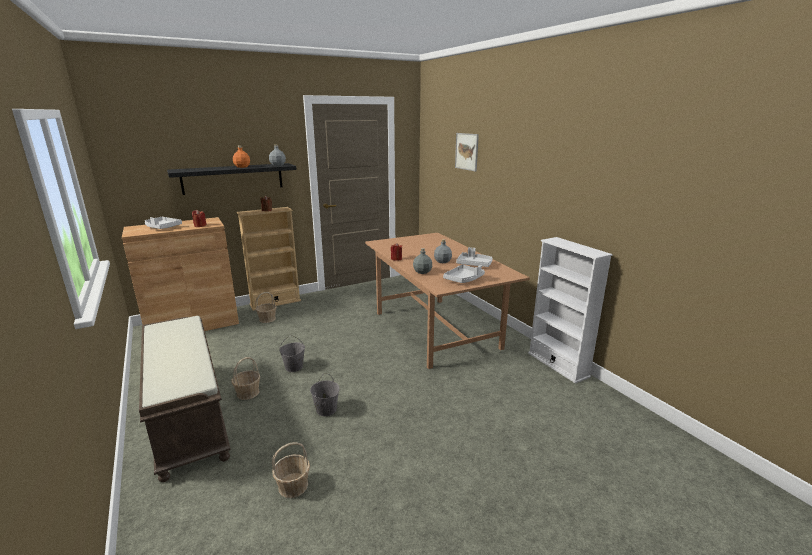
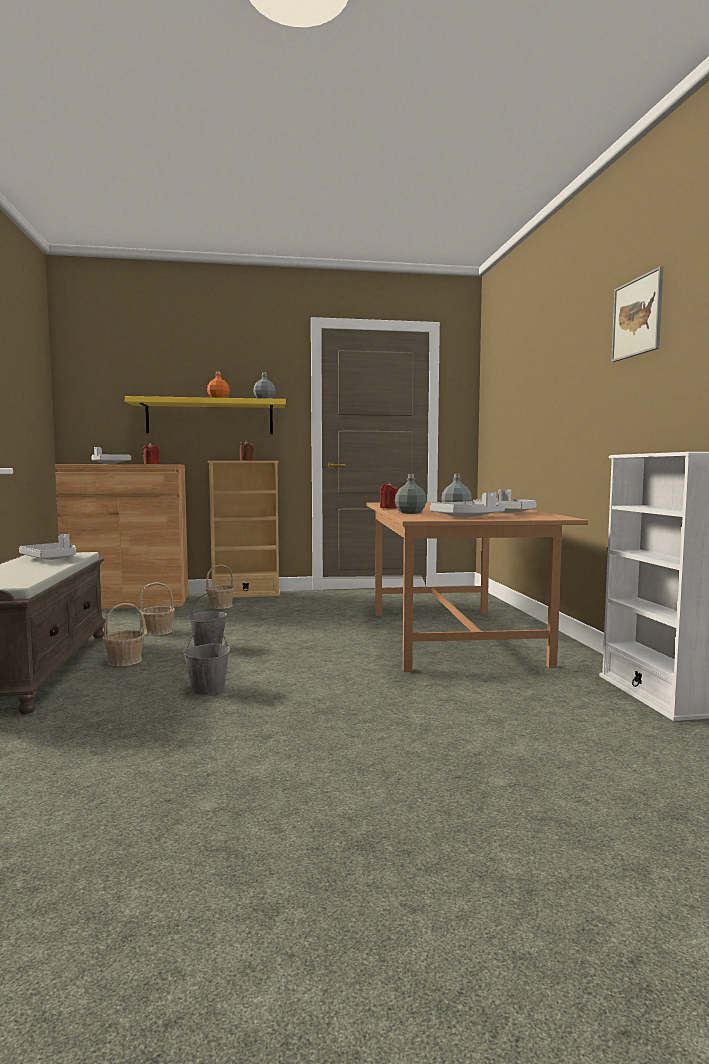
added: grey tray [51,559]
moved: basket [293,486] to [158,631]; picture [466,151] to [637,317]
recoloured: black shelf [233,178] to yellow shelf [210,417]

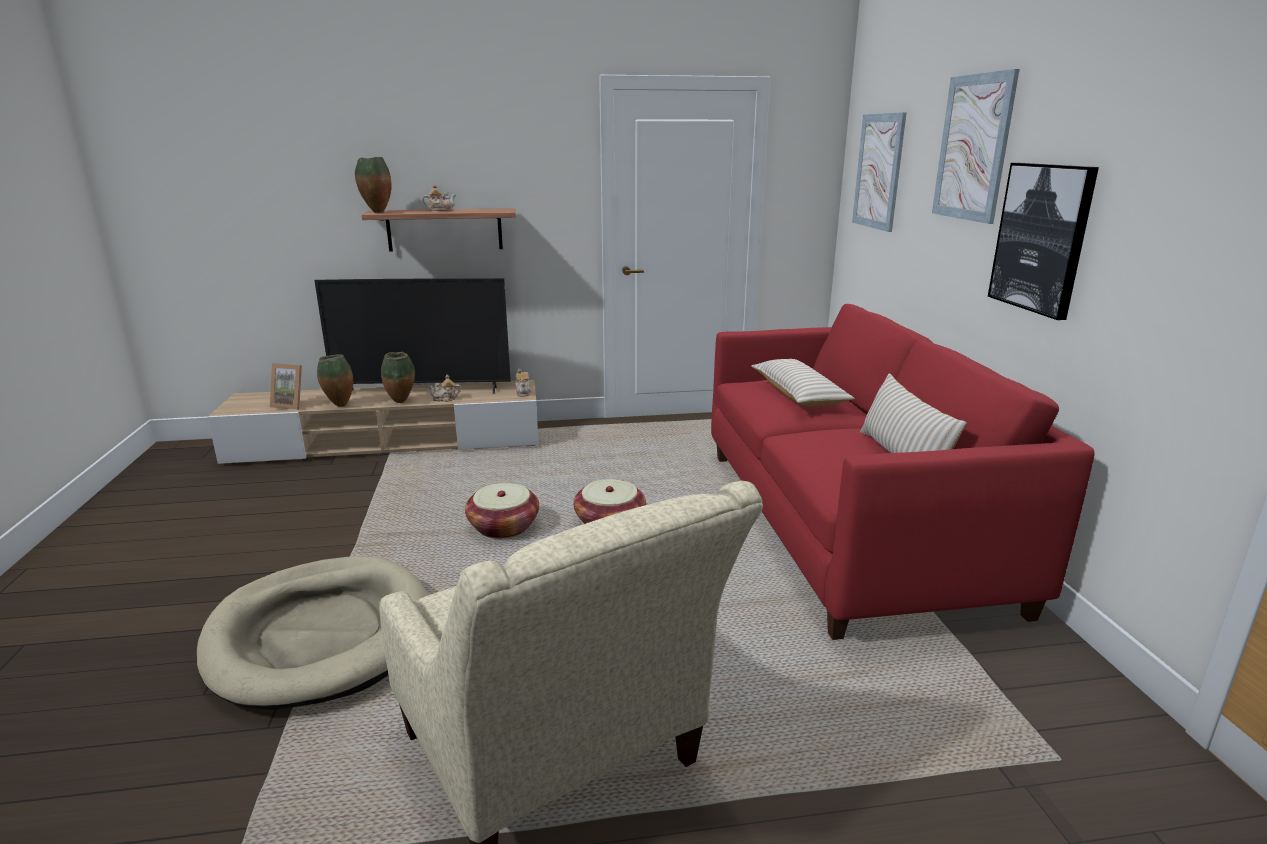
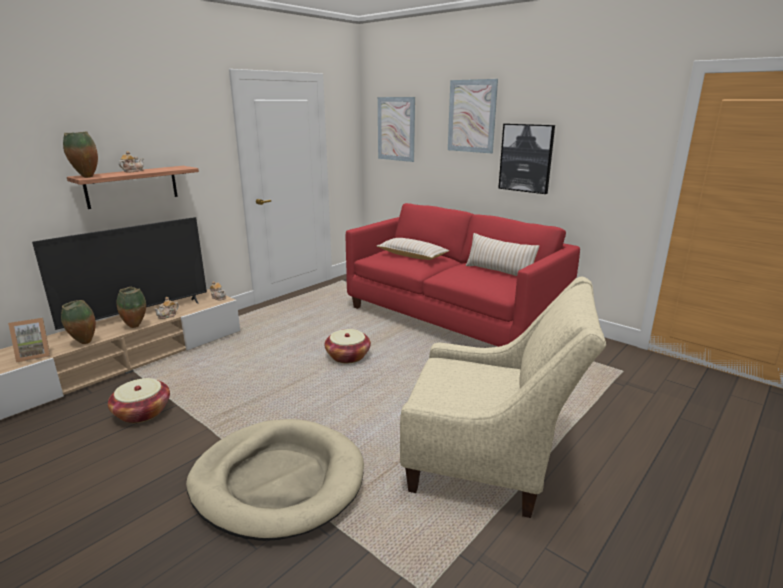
moved: basket [503,527] to [142,412]

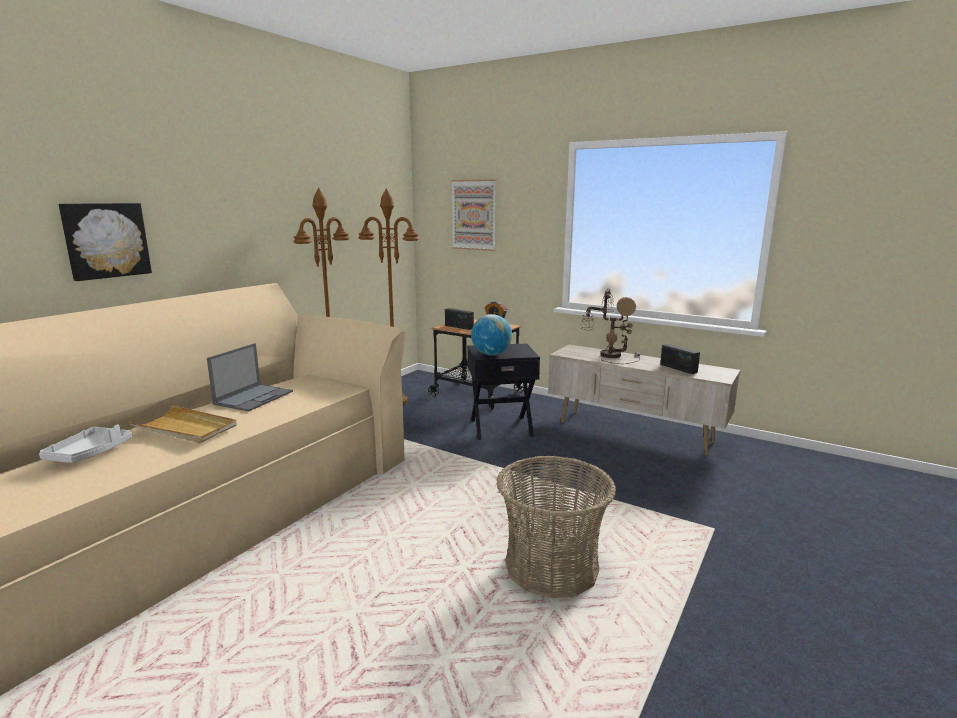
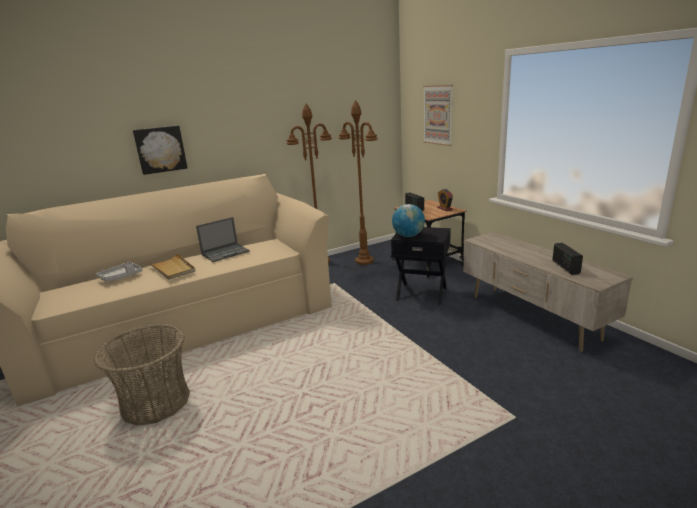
removed: table lamp [609,355]
moved: basket [551,567] to [155,402]

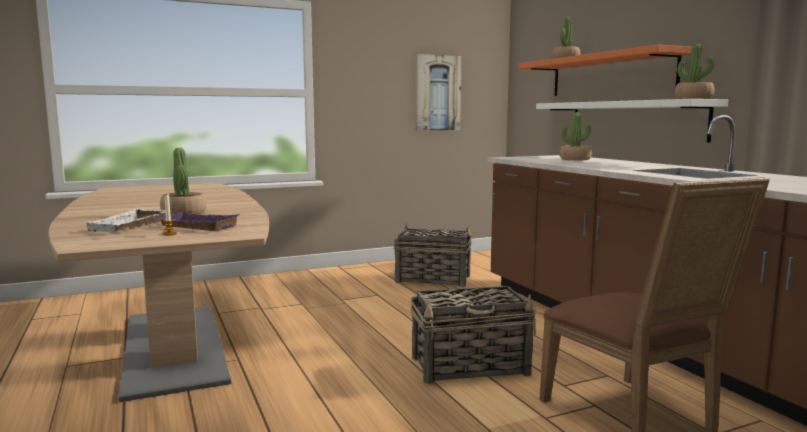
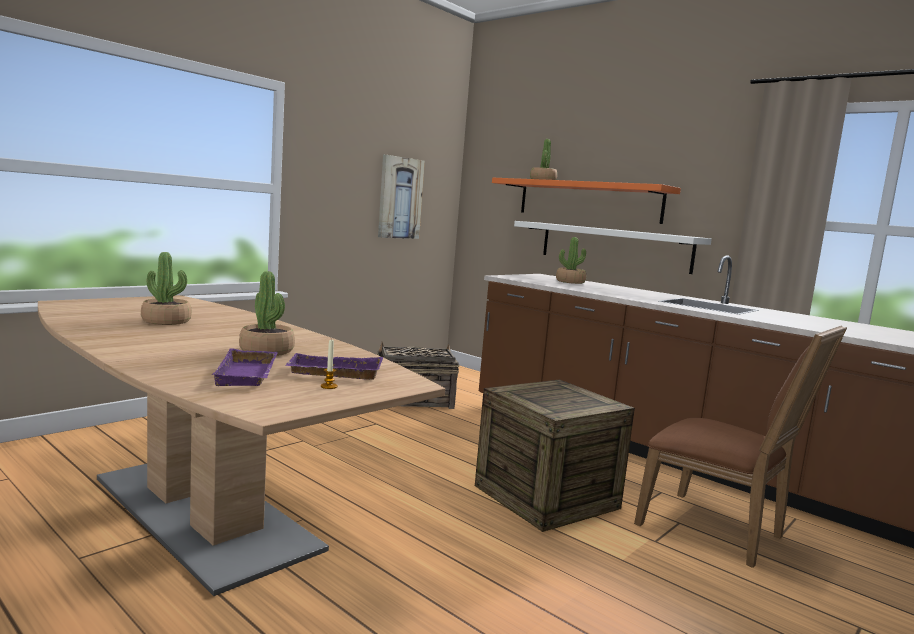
moved: potted plant [693,99] to [166,321]
replaced: basket [471,366] to crate [546,497]
recoloured: white tray [129,226] to purple tray [249,375]

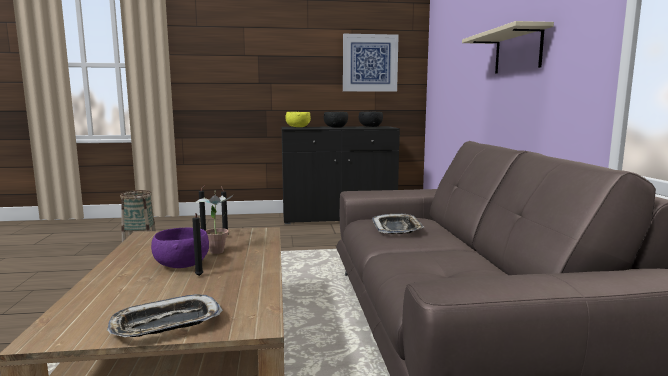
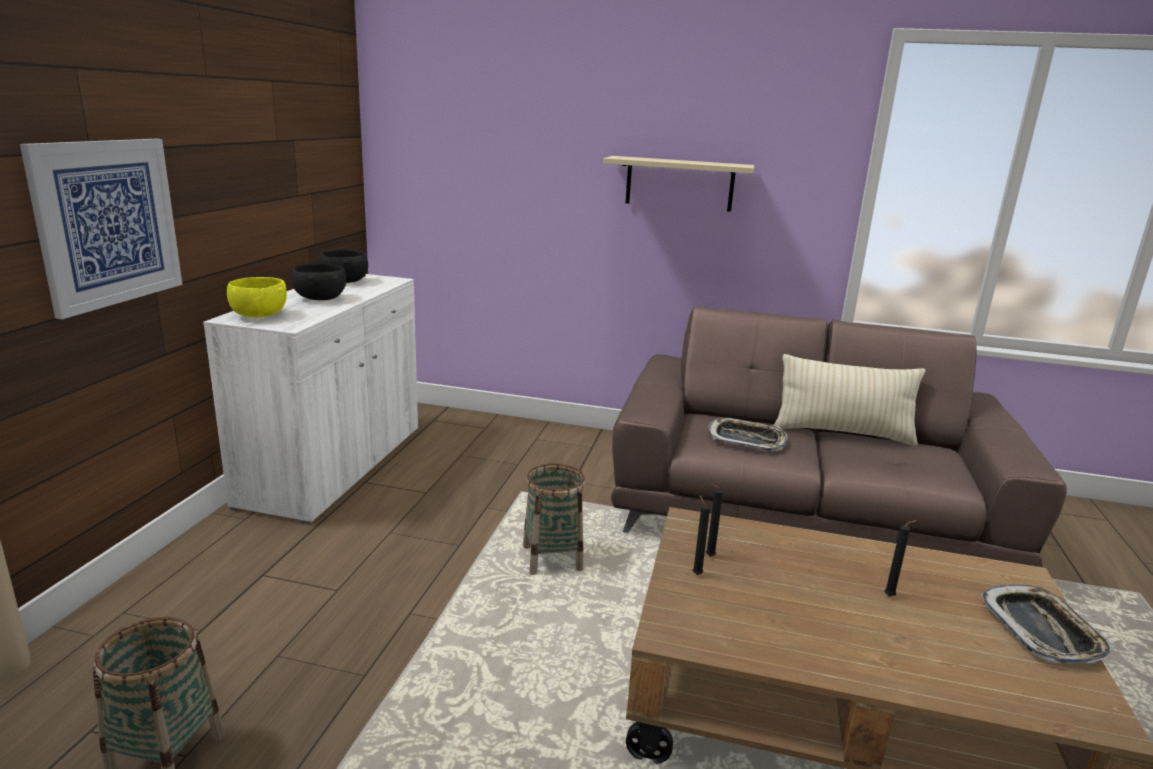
removed: purple bowl [181,265]; potted plant [217,250]
added: basket [552,559]; beige pillow [842,433]
moved: picture [370,63] to [108,223]
recoloured: black cabinet [338,217] to white cabinet [335,466]

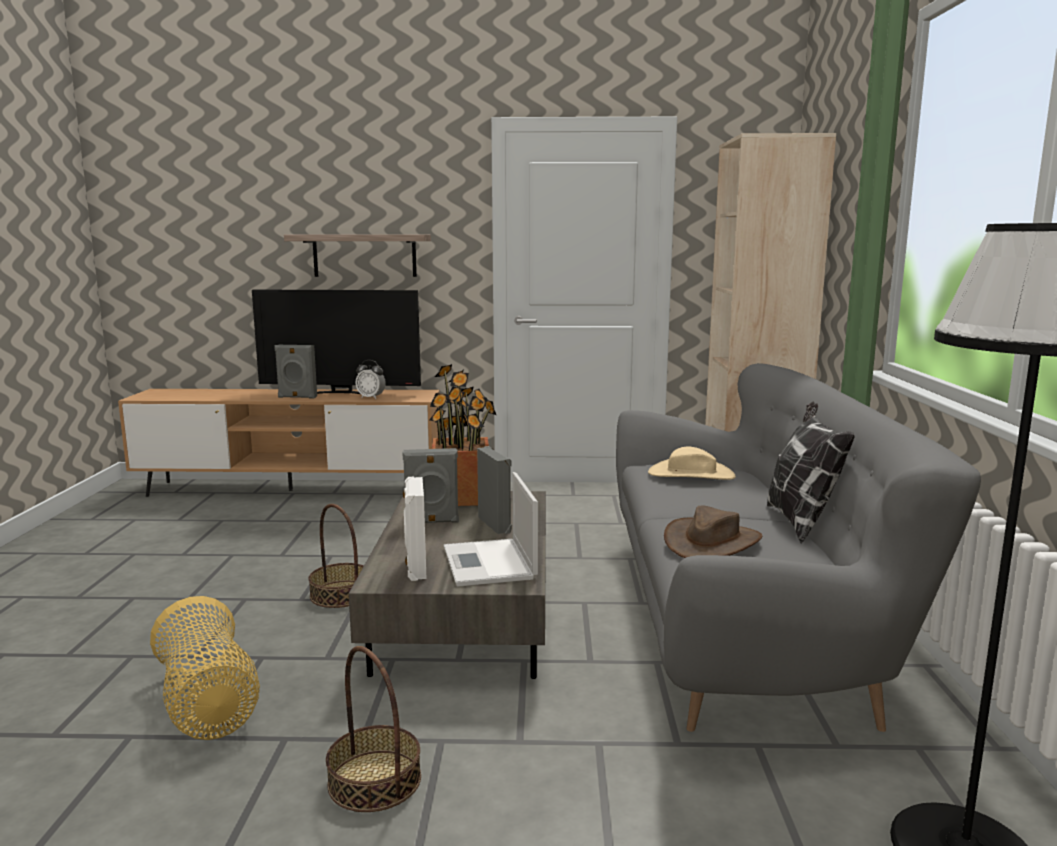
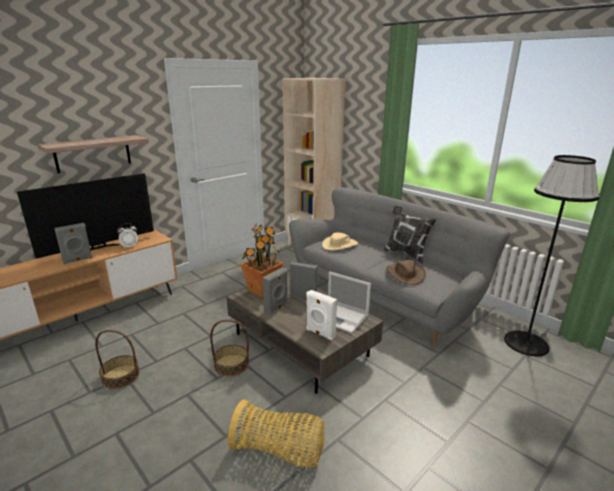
moved: basket [374,780] to [120,376]

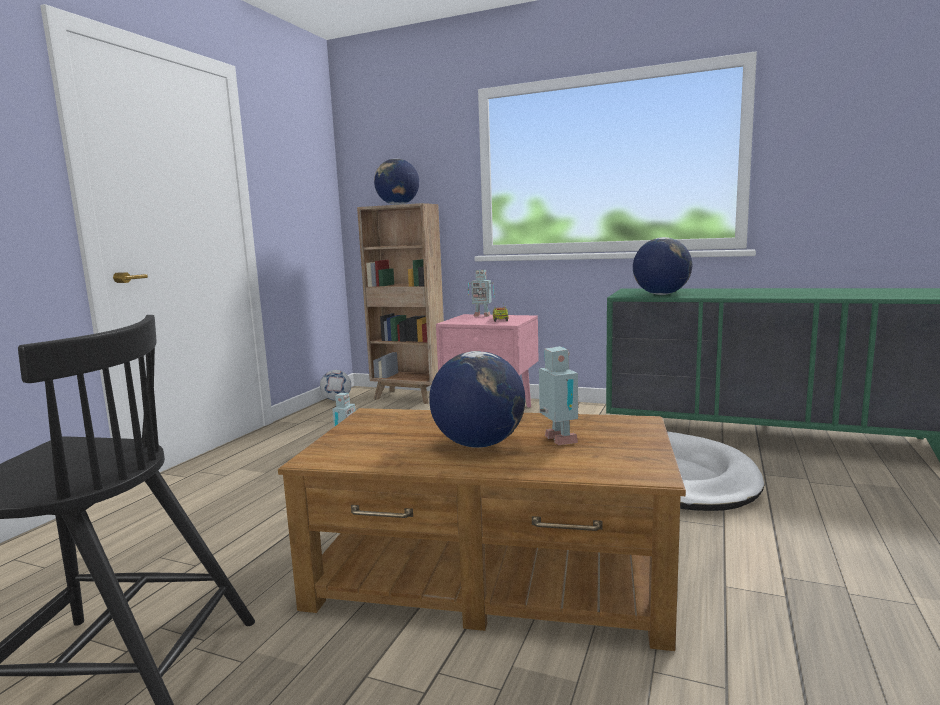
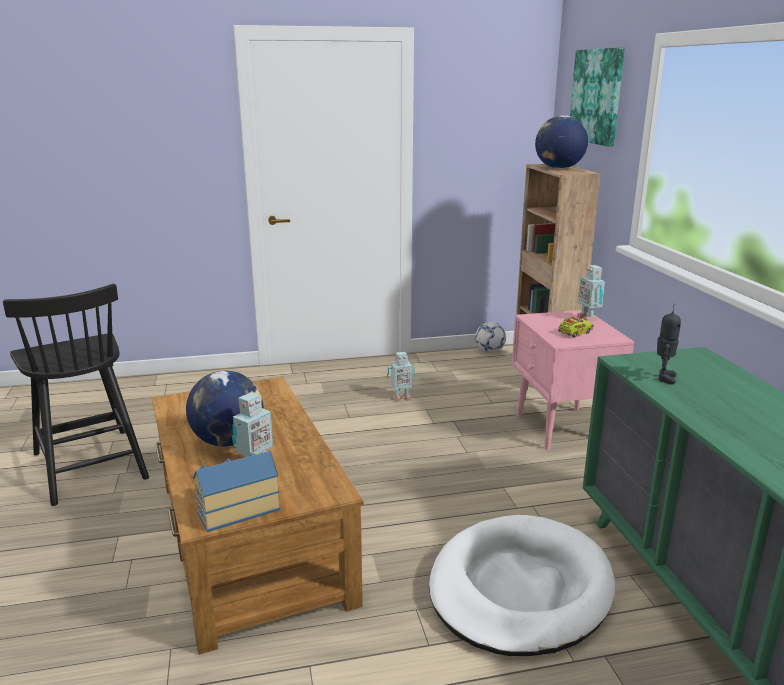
added: toy house [236,509]; picture [597,96]
replaced: globe [661,294] to toy robot [663,378]

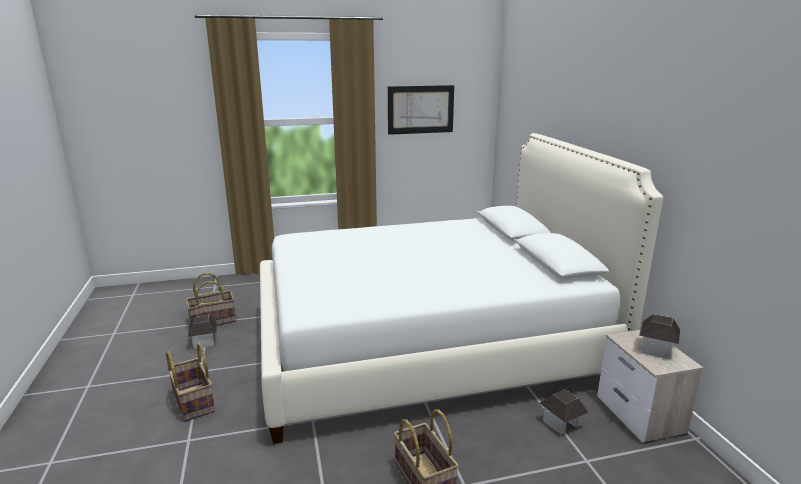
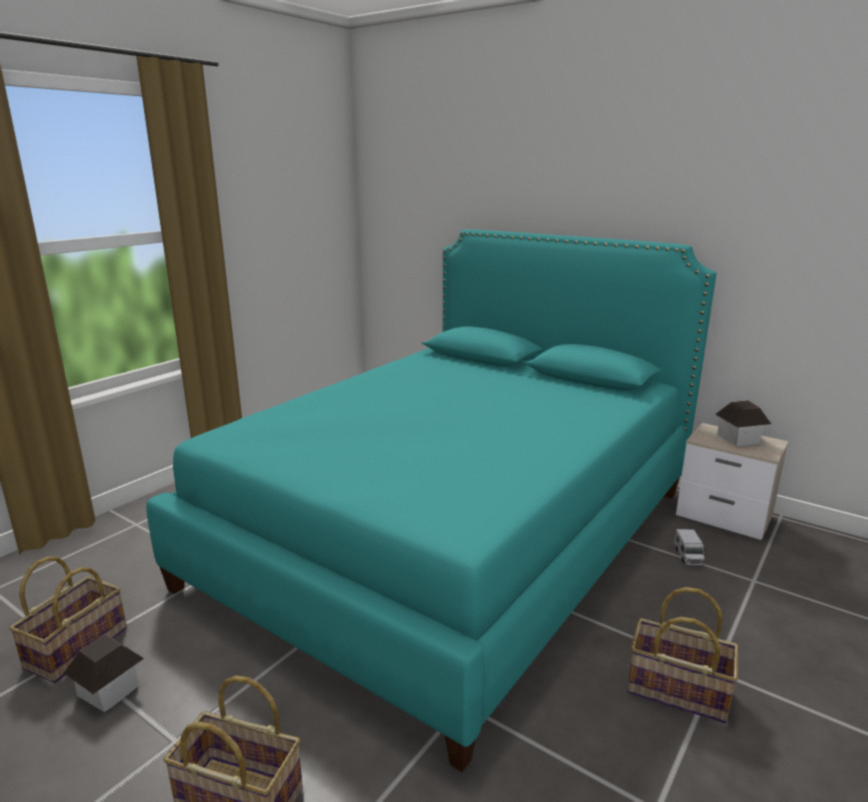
removed: picture [420,109]
replaced: toy house [561,423] to toy truck [688,556]
recoloured: white bed [426,344] to turquoise bed [455,535]

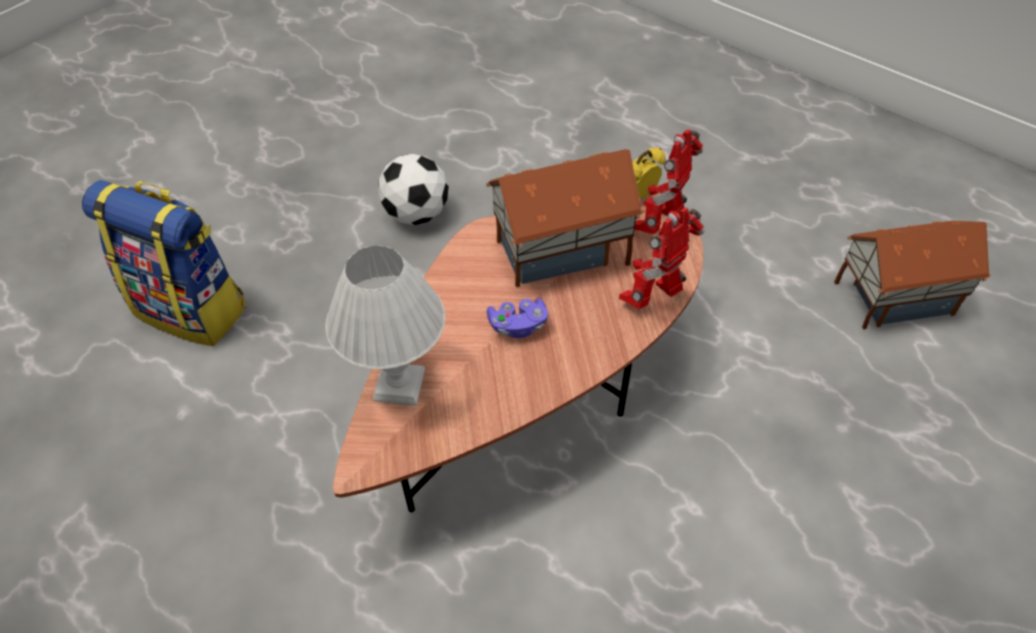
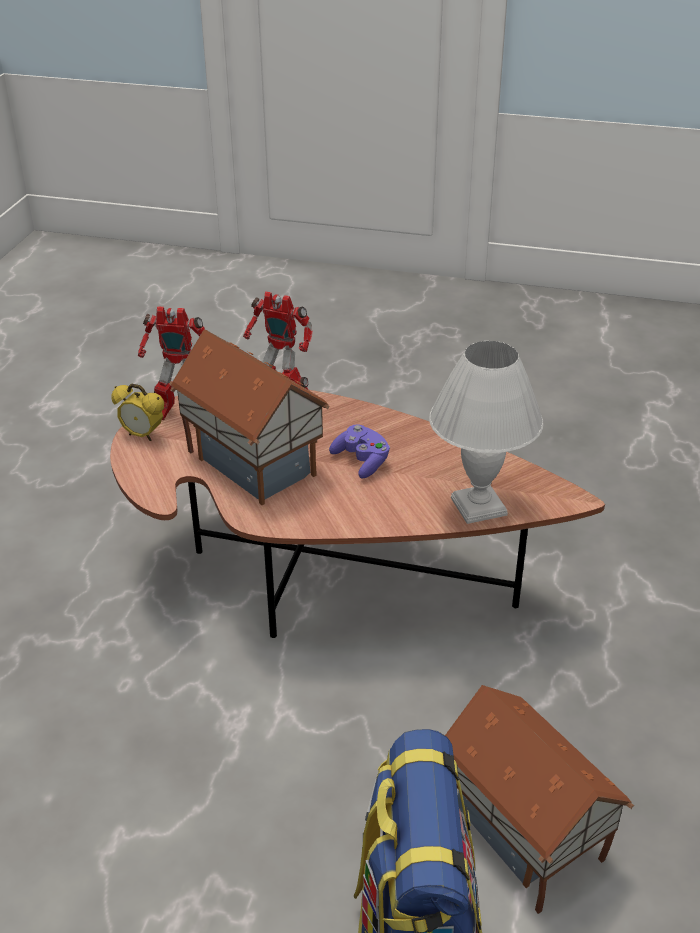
removed: football [416,214]
moved: toy house [892,297] to [521,835]

